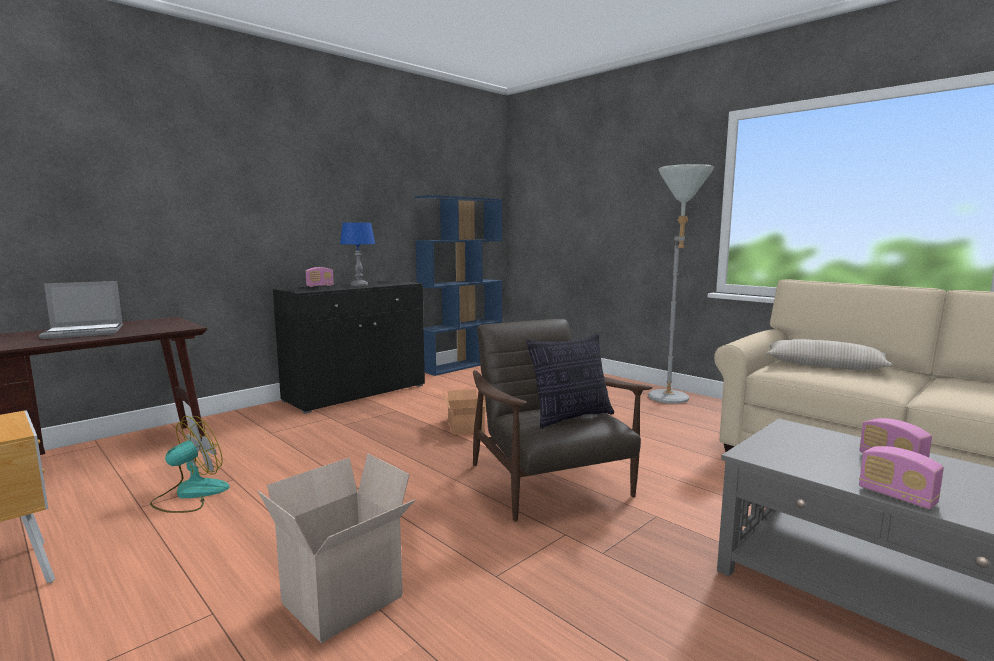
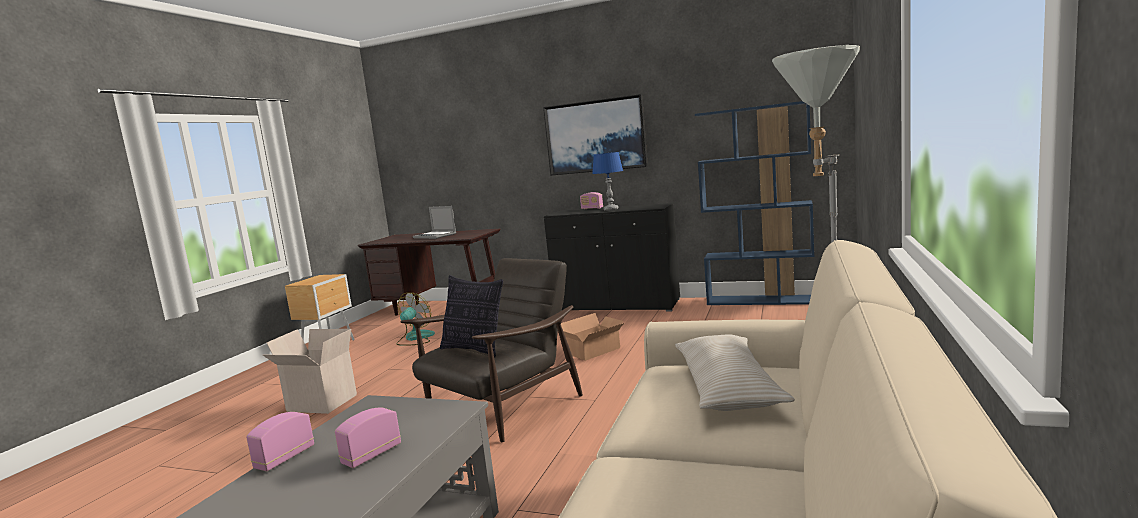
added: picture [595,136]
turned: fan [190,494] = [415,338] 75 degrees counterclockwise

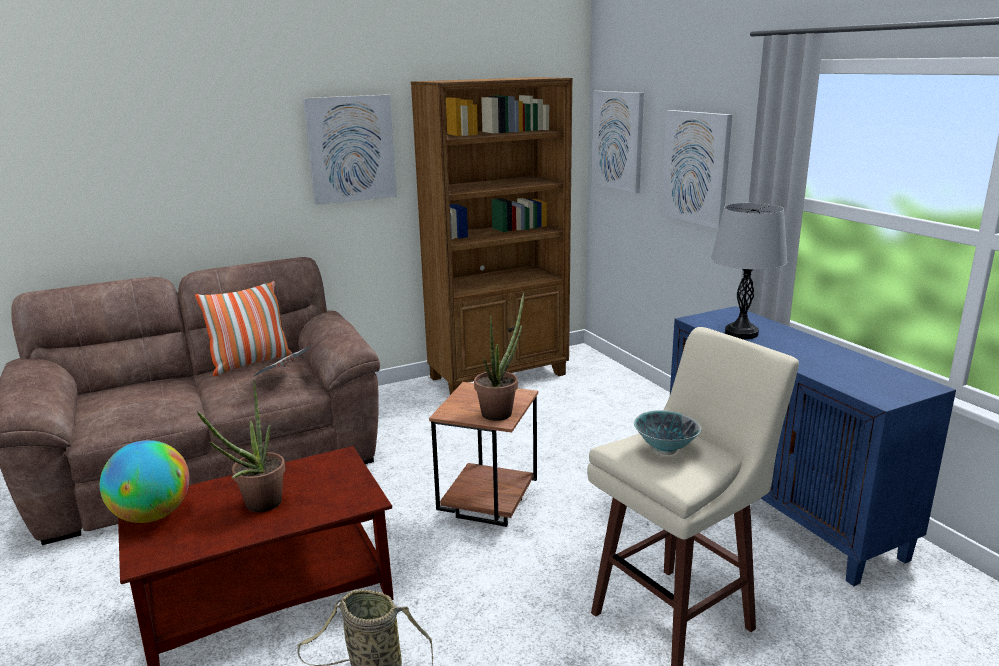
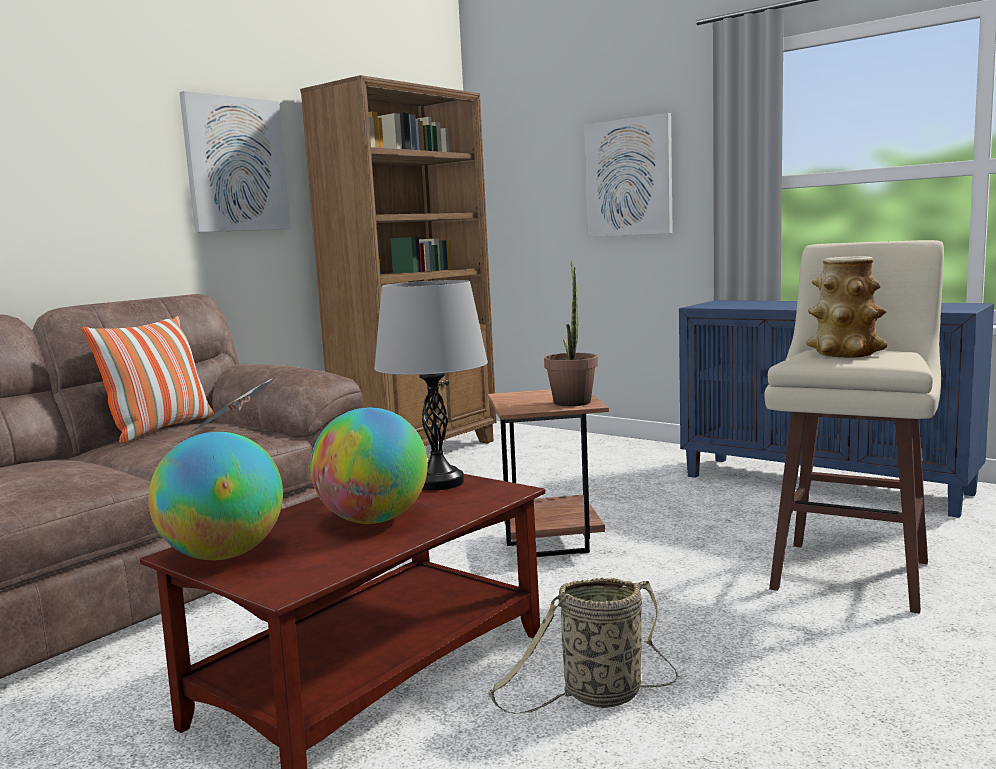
removed: picture [618,140]
moved: grey table lamp [741,333] to [438,482]
replaced: potted plant [258,507] to globe [373,520]; bowl [665,449] to vase [845,353]

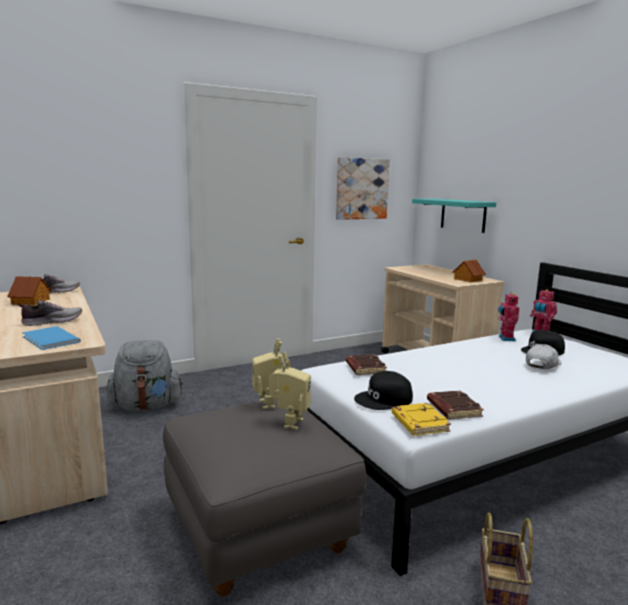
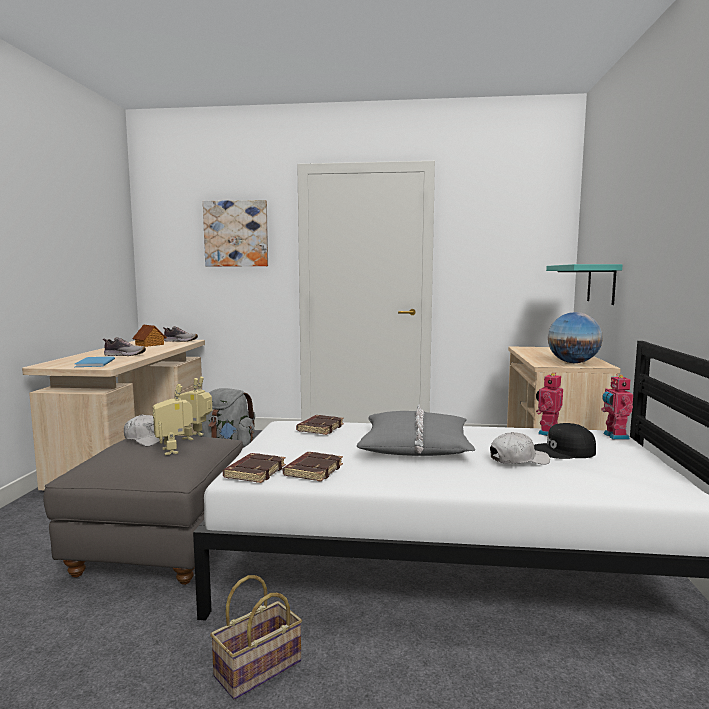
removed: black cap [384,399]
added: white cap [146,439]; grey pillow [416,446]
moved: picture [361,188] to [236,234]
replaced: toy house [467,279] to globe [572,362]
recoloured: yellow book [418,423] to brown book [254,472]
turned: toy robot [289,423] = [174,450] 105 degrees clockwise

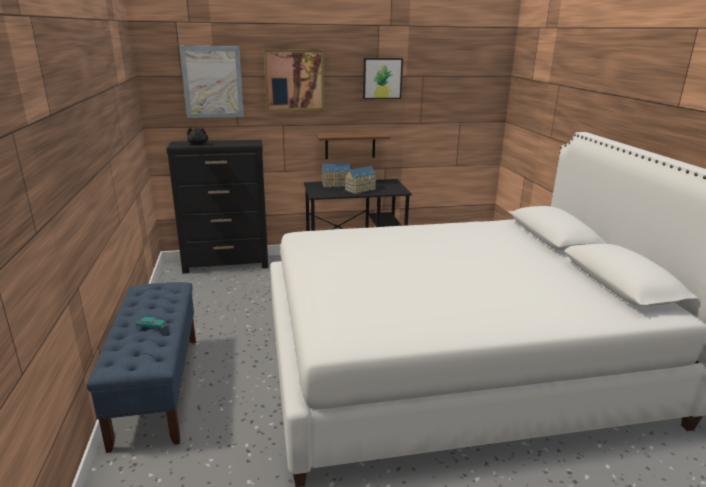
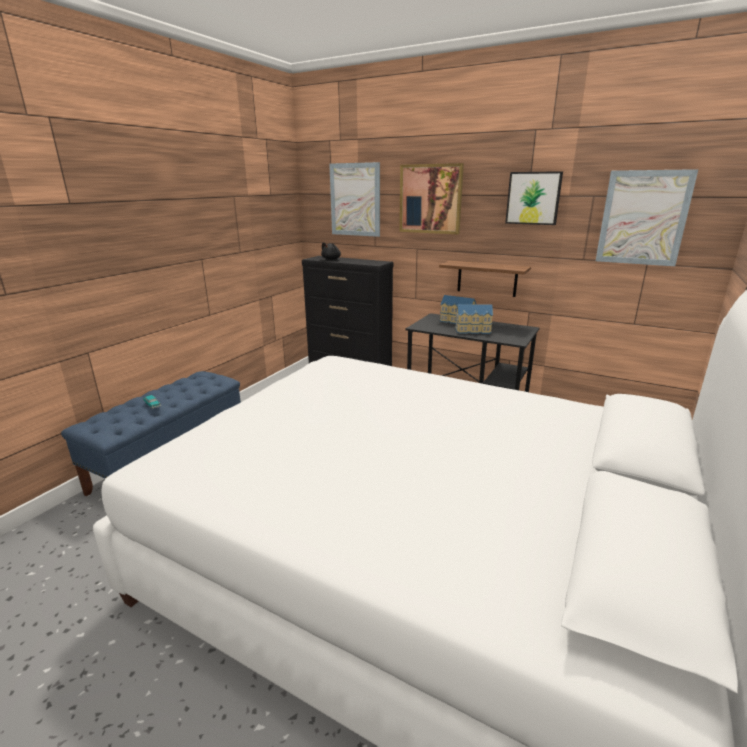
added: picture [643,218]

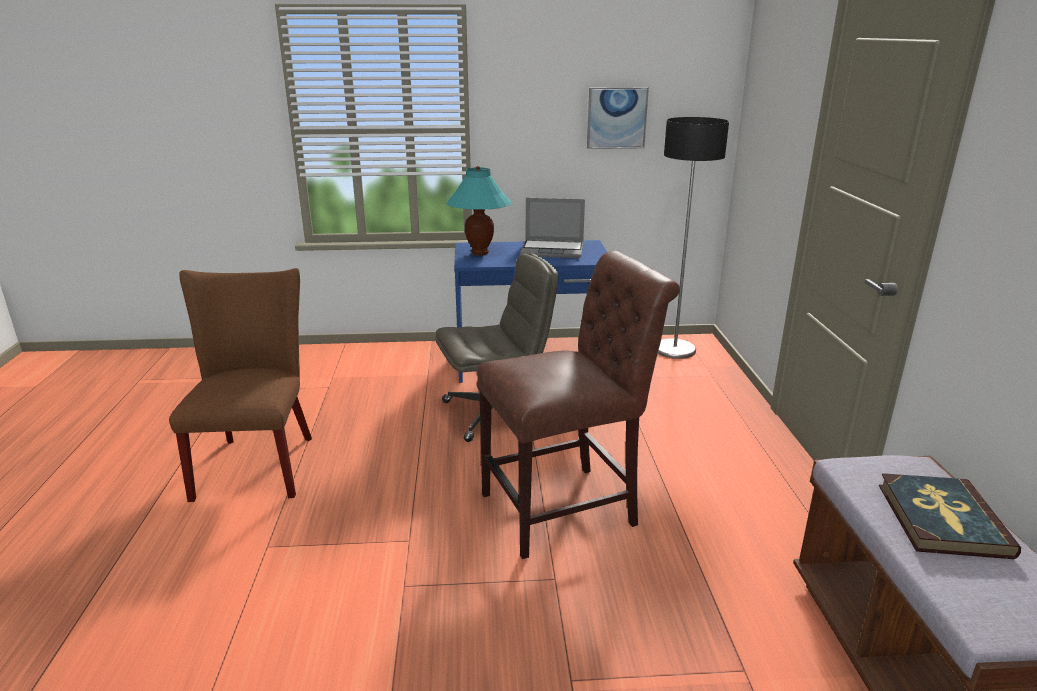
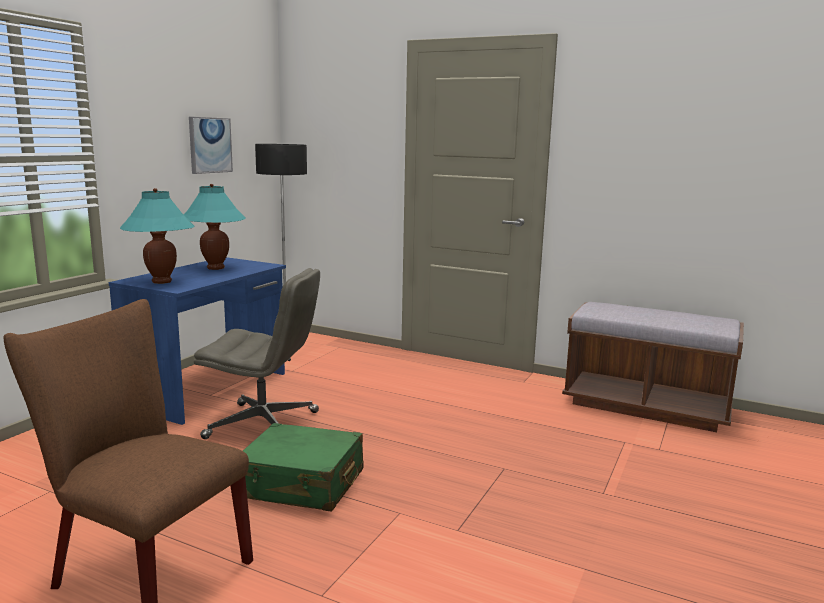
removed: brown chair [567,508]; book [941,519]
added: green suitcase [302,484]
replaced: laptop [553,250] to turquoise table lamp [215,268]
turned: grey office chair [497,413] = [264,425] 90 degrees clockwise

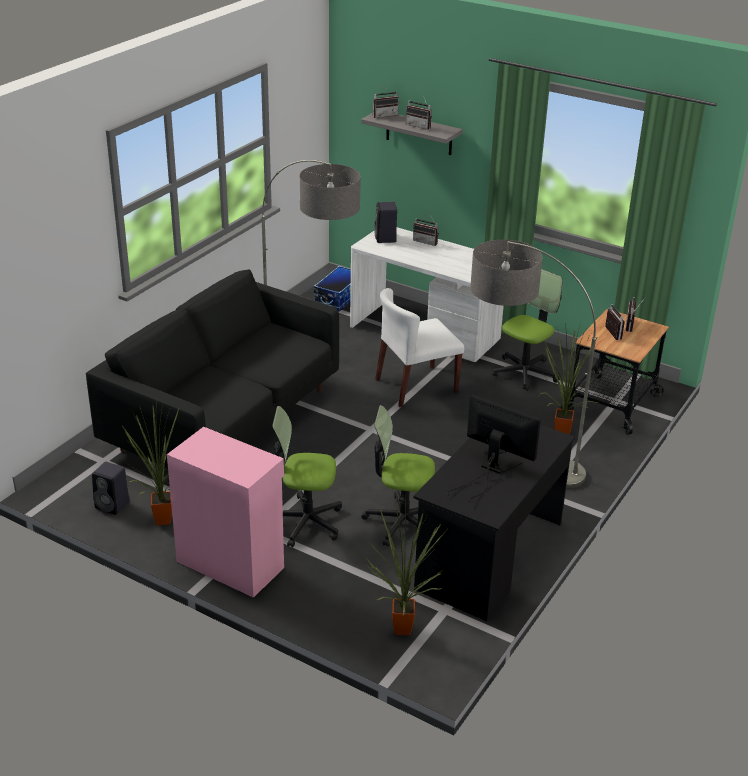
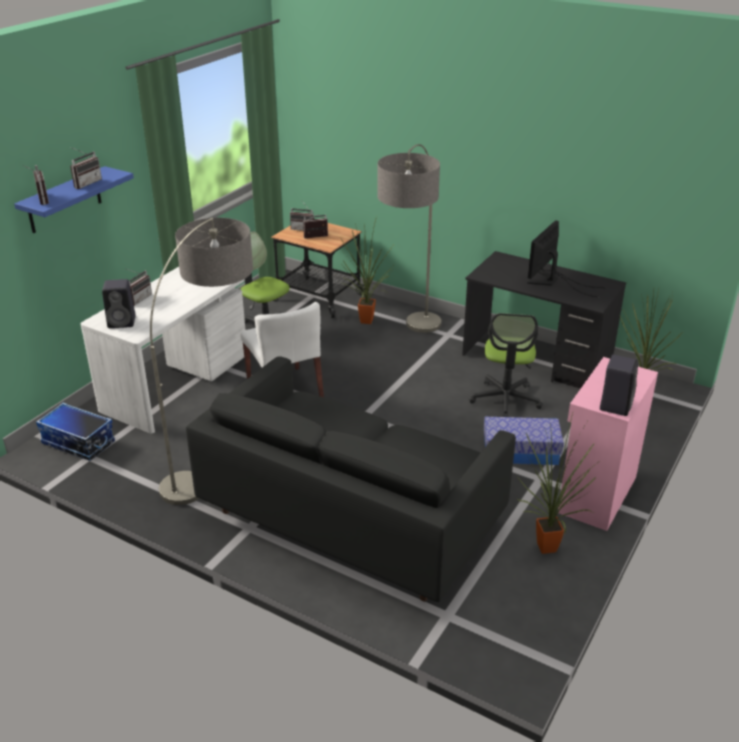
moved: black speaker [113,505] to [615,405]
replaced: office chair [305,522] to storage box [520,452]
recoloured: grey shelf [419,133] to blue shelf [64,200]

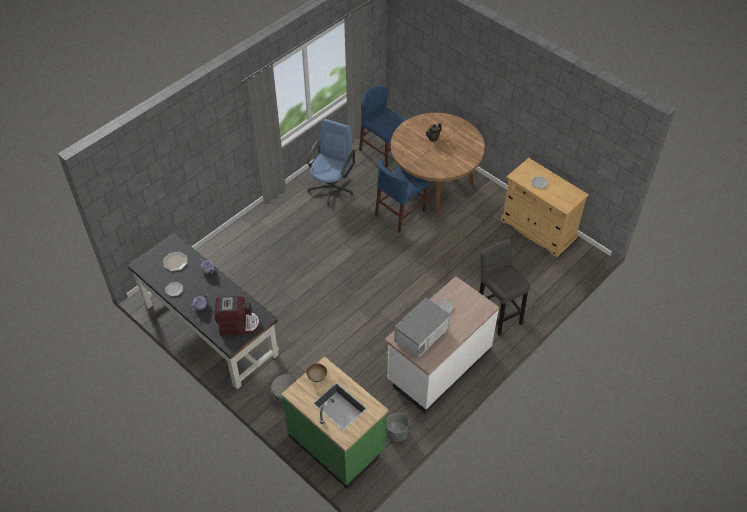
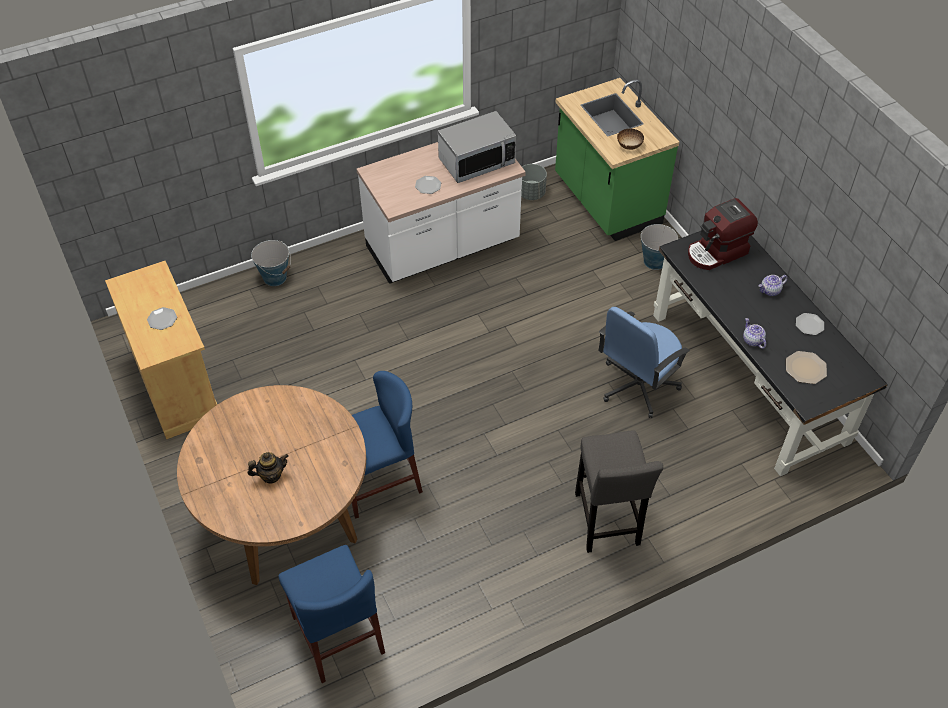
added: bucket [275,277]
moved: grey stool [497,313] to [606,523]; blue office chair [331,187] to [637,386]
turned: coffee machine [238,324] = [717,252] 45 degrees counterclockwise

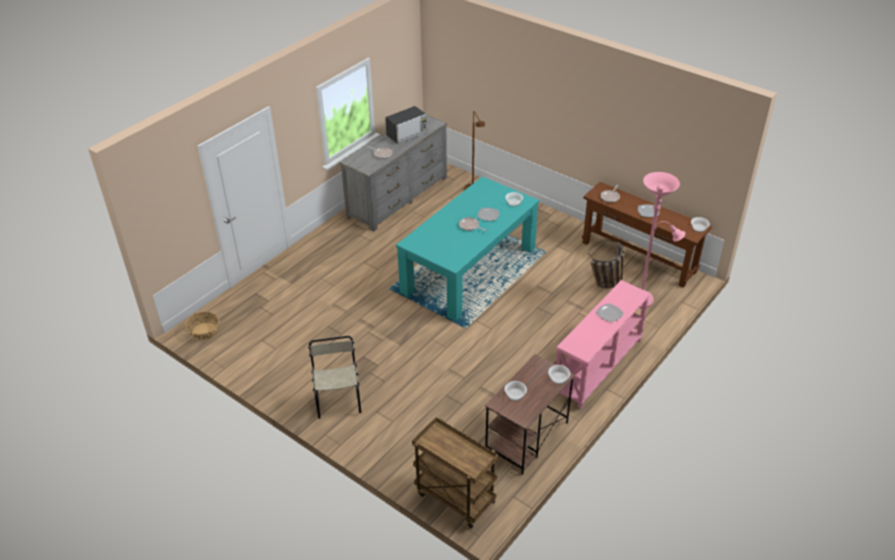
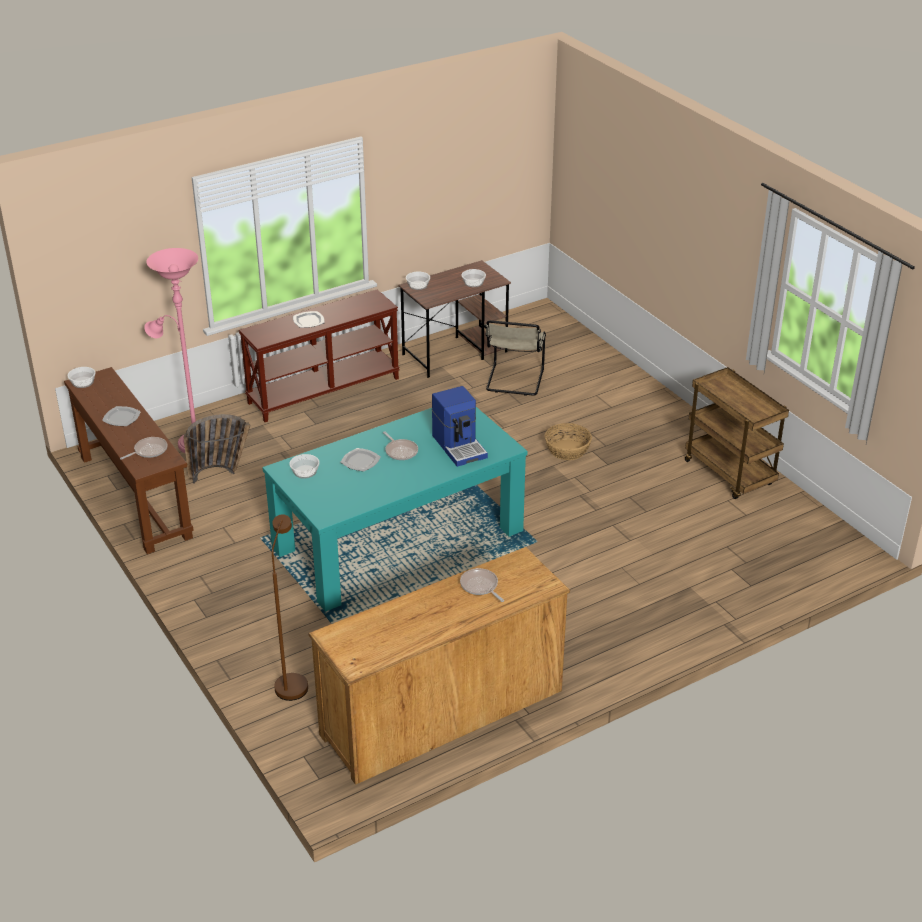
removed: microwave [407,134]
added: coffee machine [460,446]
moved: beige chair [338,398] to [514,381]; basket [204,331] to [567,450]; brown cart [454,497] to [730,474]
recoloured: pink console table [598,367] to brown console table [324,390]; grey dresser [398,197] to brown dresser [442,712]

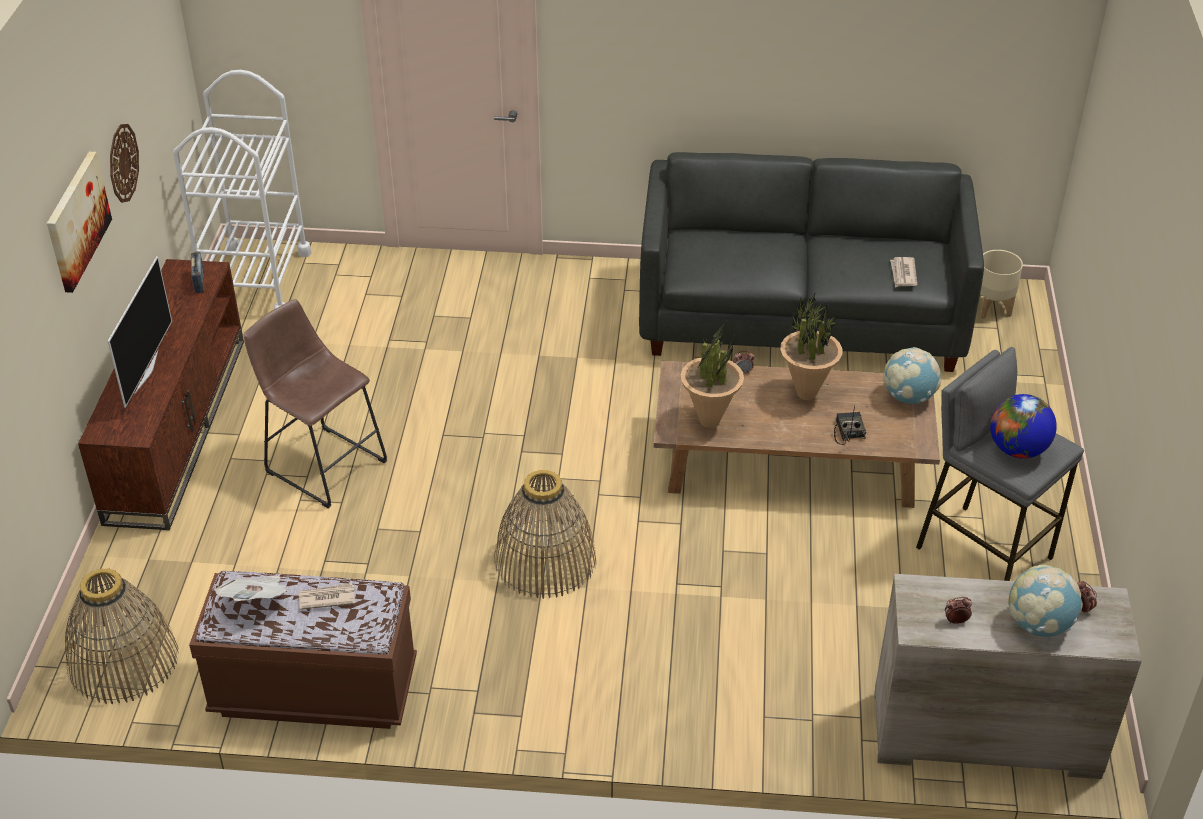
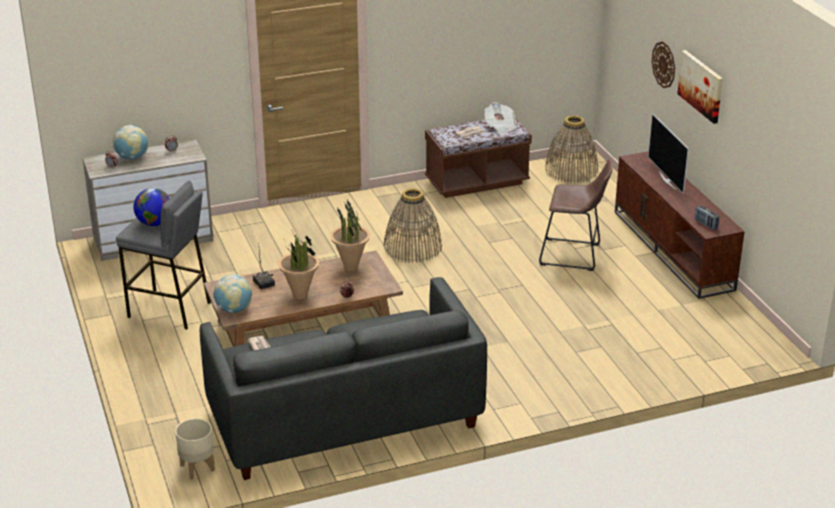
removed: white cart [256,281]
moved: wall clock [122,163] to [664,64]

